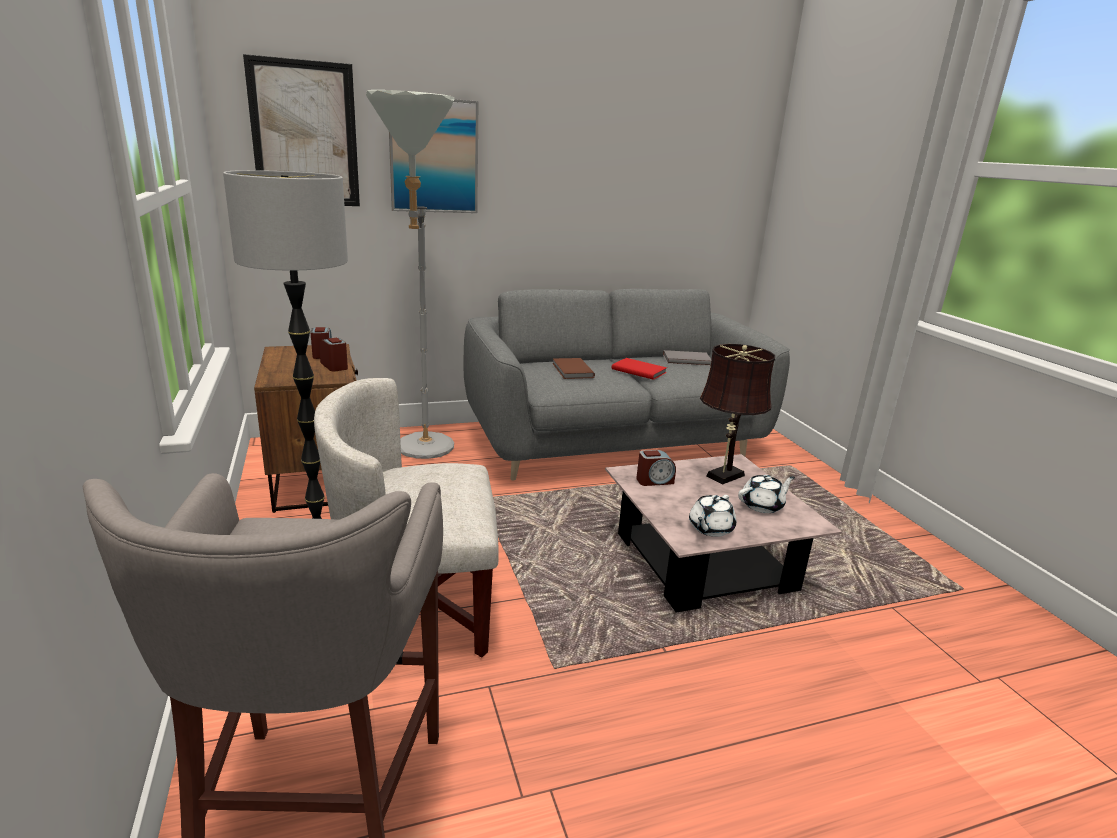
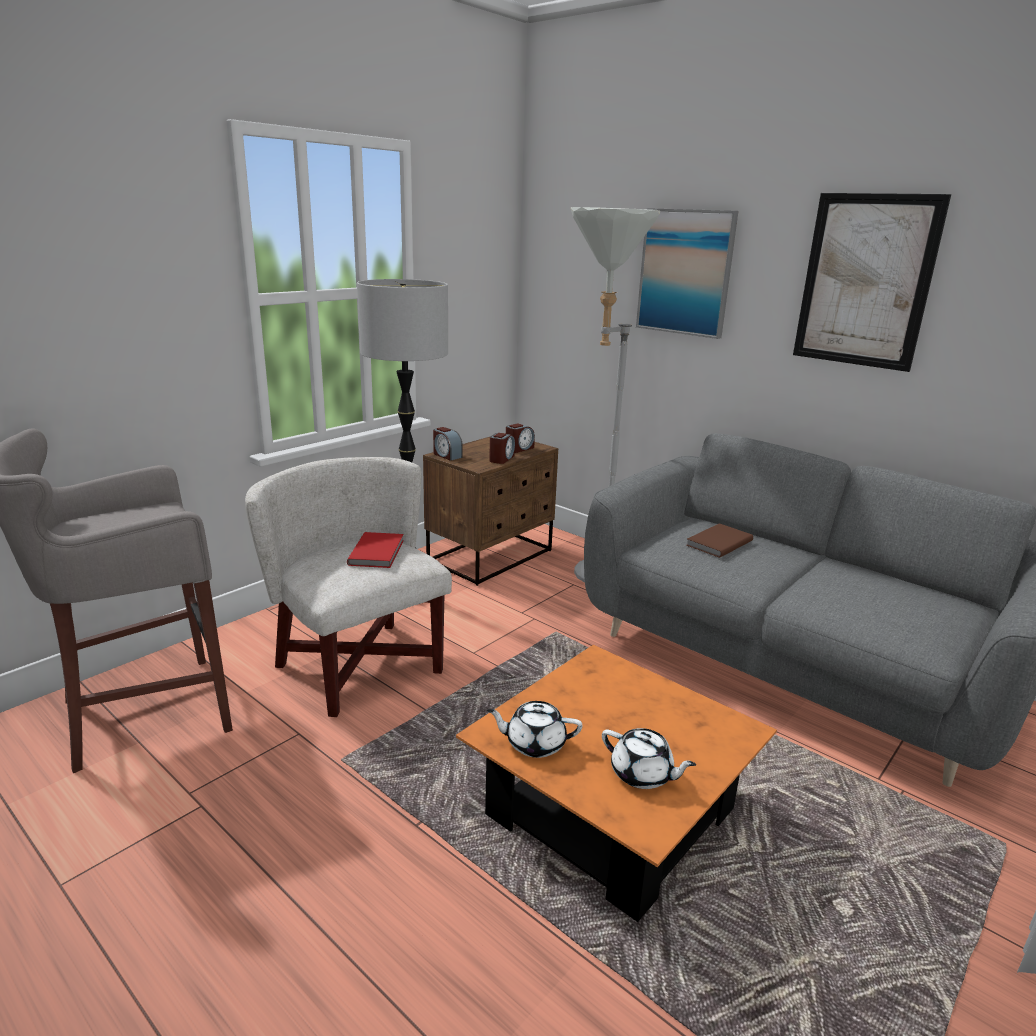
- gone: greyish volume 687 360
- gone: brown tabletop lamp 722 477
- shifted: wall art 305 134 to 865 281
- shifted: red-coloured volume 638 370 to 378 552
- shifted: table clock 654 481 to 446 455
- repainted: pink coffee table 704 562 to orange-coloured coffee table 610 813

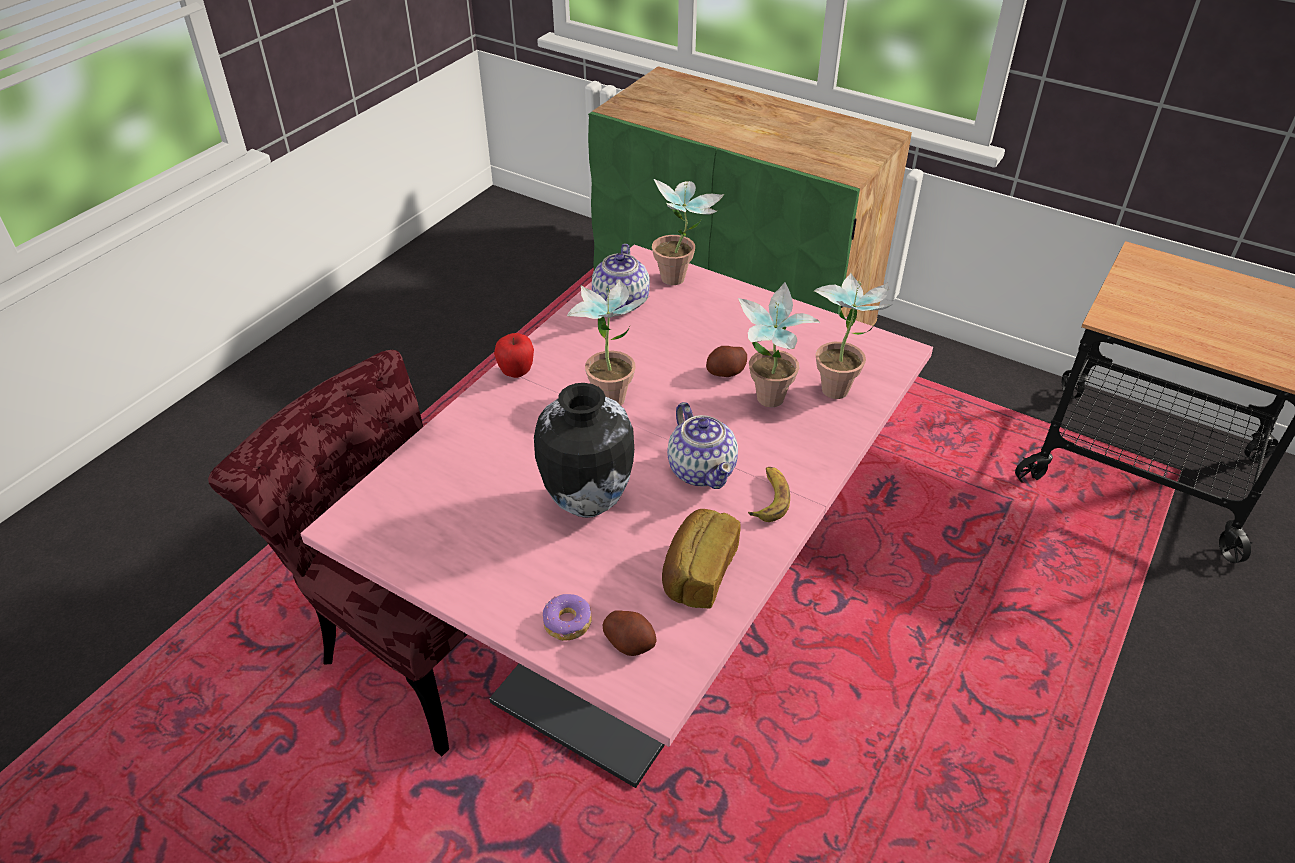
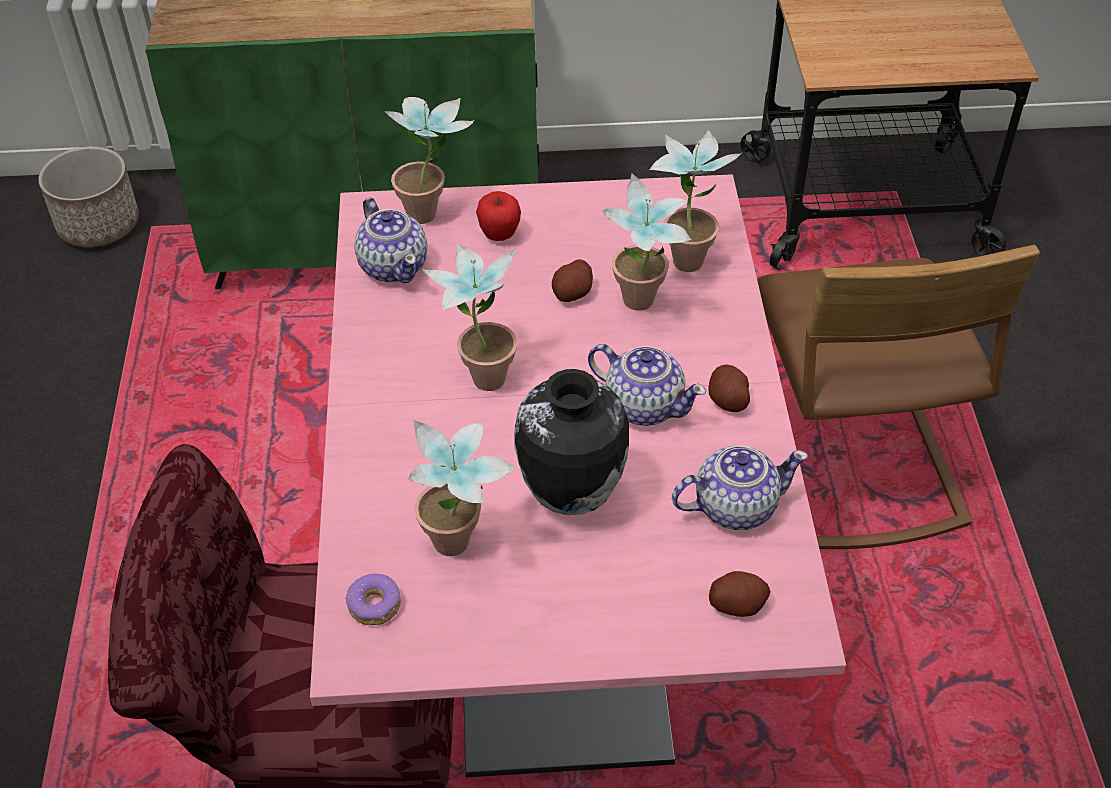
- new: plant pot 99 225
- new: houseplant 461 549
- new: brown plain chair 847 458
- shifted: apple fruit 516 372 to 499 235
- shifted: doughnut 567 623 to 374 606
- swapped: bakery bread 698 573 to tea pot 734 506
- swapped: banana 769 498 to potato 728 400

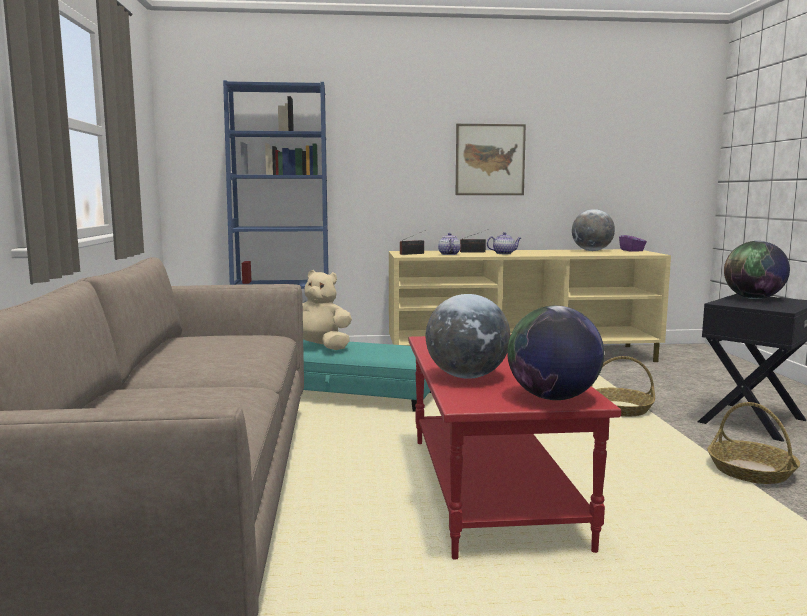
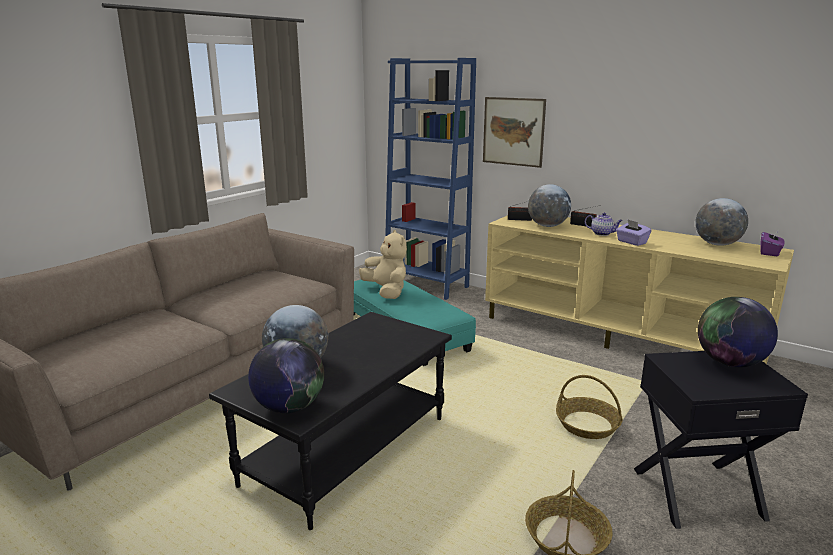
- new: purple box of tissues 631 242
- shifted: wall art 490 160 to 513 131
- swapped: tea pot 448 254 to world globe 547 226
- repainted: red-coloured coffee table 488 489 to black-coloured coffee table 346 450

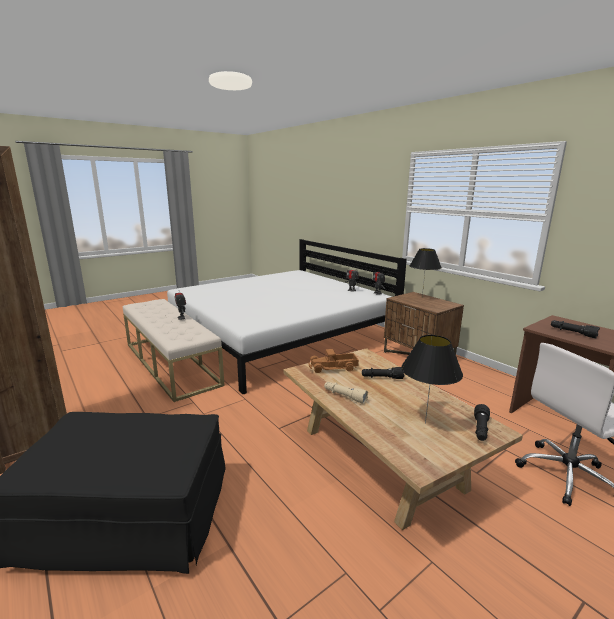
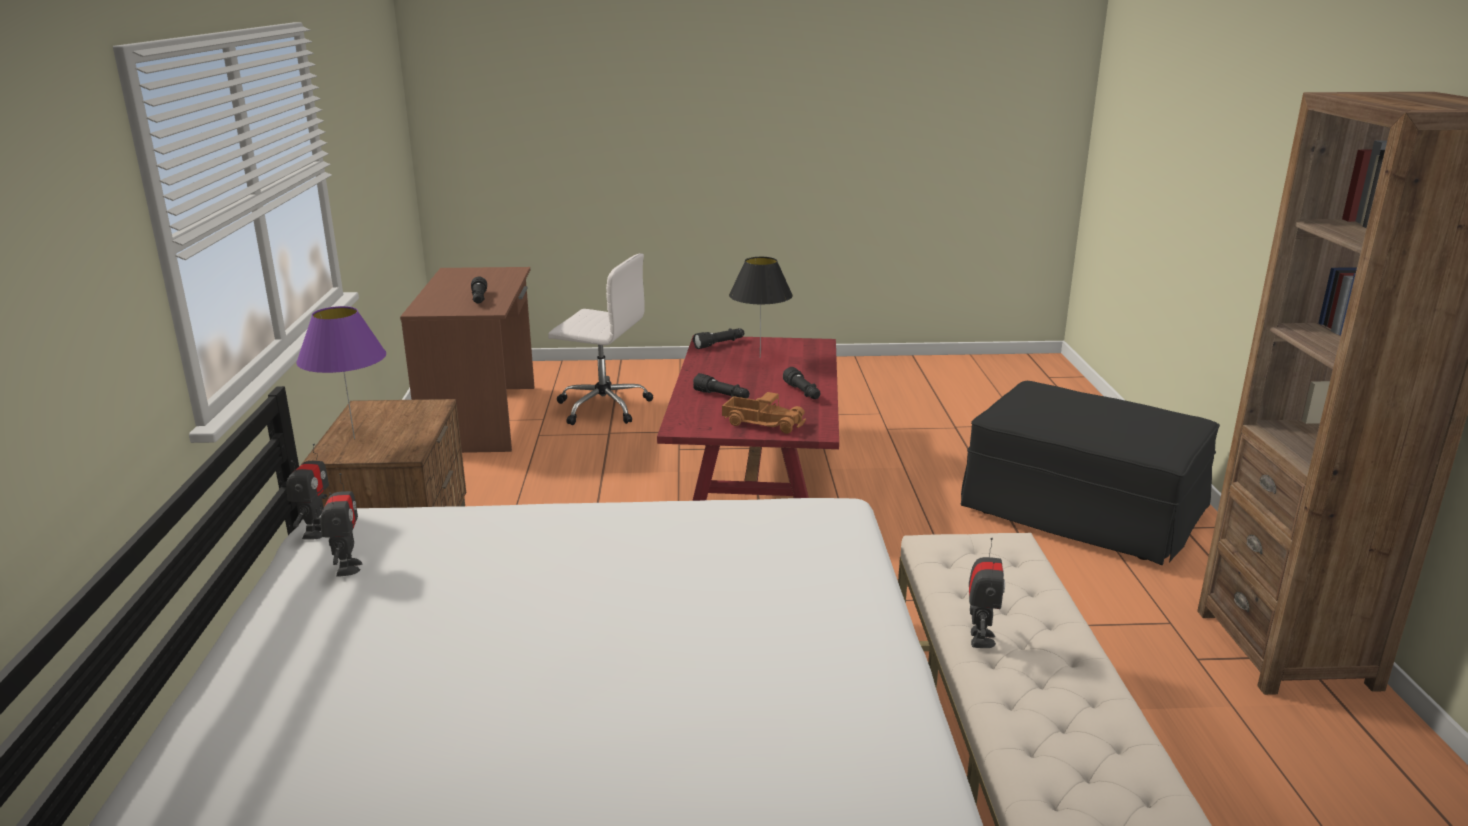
- repainted: beige coffee table 380 457 to red-coloured coffee table 756 468
- repainted: beige hand torch 344 396 to black-coloured hand torch 802 392
- repainted: black-coloured tabletop lamp 422 297 to purple tabletop lamp 354 438

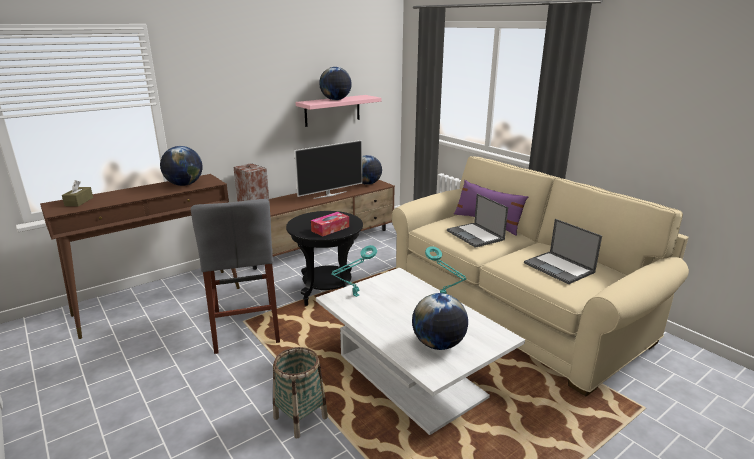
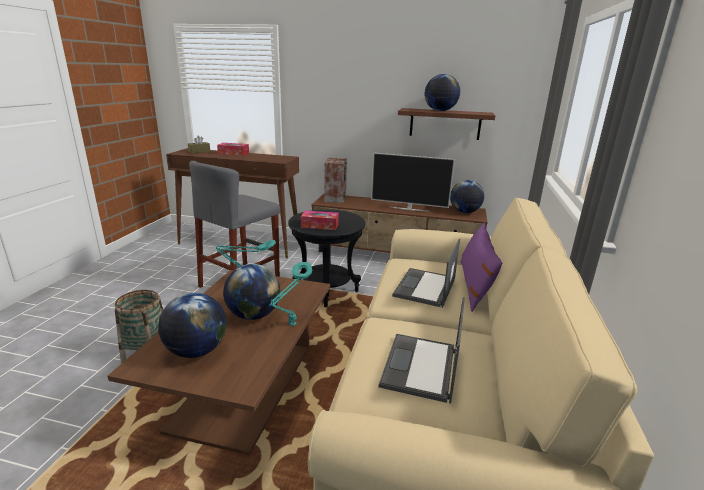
- new: box of tissues 233 153
- shifted: world globe 184 184 to 253 315
- repainted: pink wall shelf 332 110 to brown wall shelf 445 124
- repainted: white-coloured coffee table 411 376 to brown coffee table 245 386

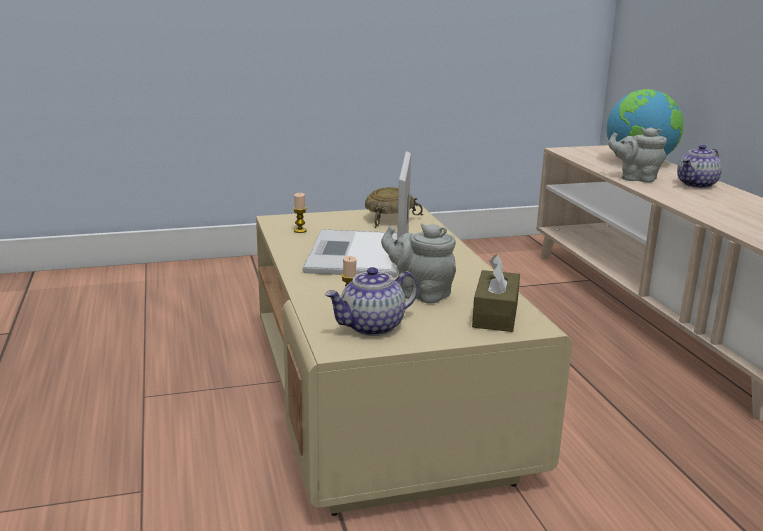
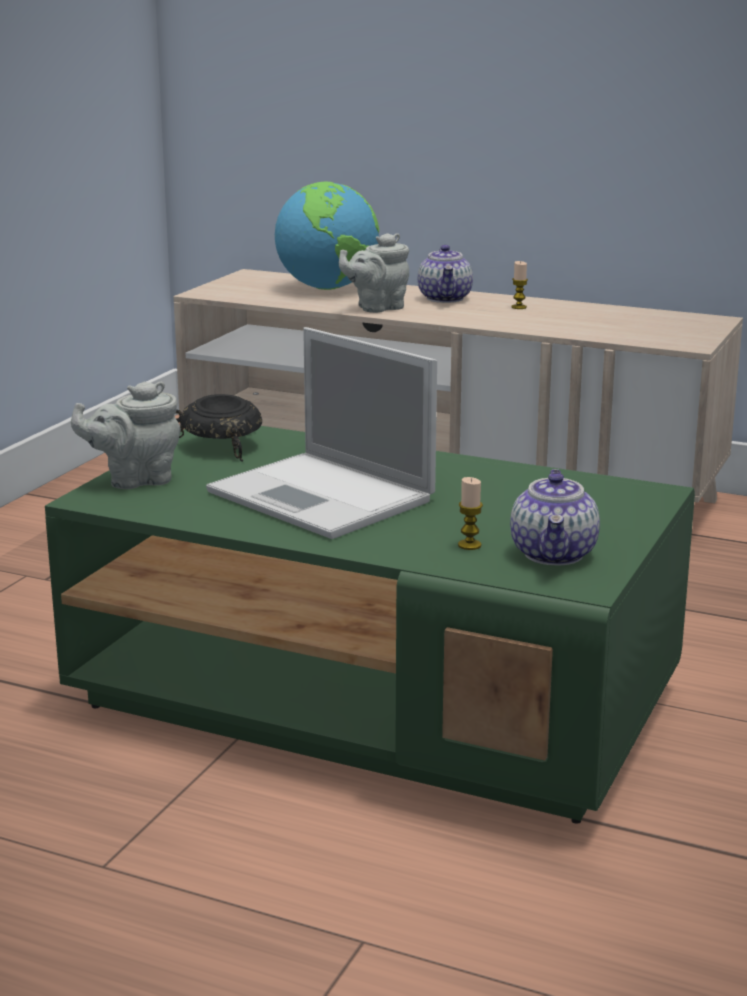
- gone: brown box of tissues 495 314
- shifted: wax light 300 231 to 519 307
- shifted: greyish tea pot 420 294 to 135 480
- repainted: beige coffee table 381 398 to green-coloured coffee table 377 700
- repainted: beige bowl 389 218 to black-coloured bowl 220 445

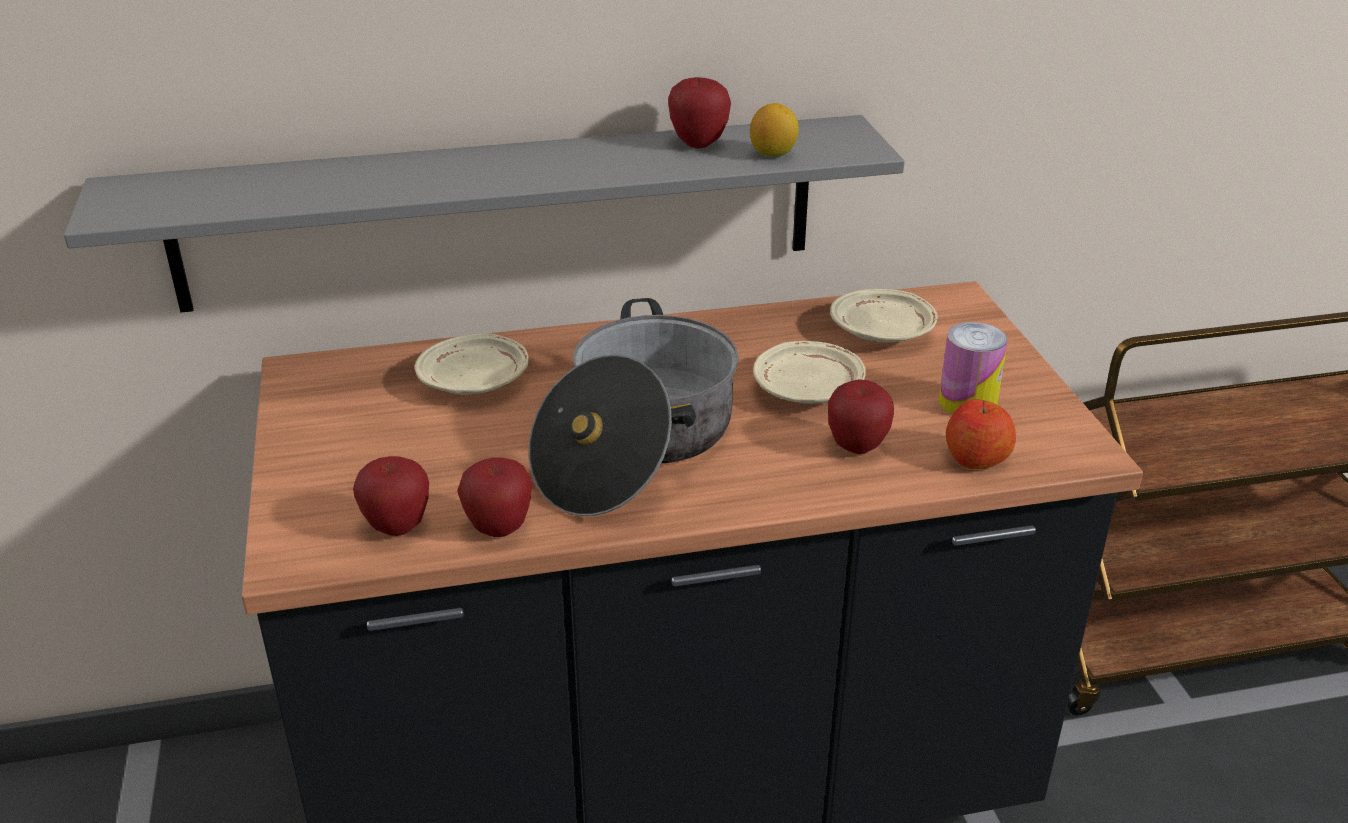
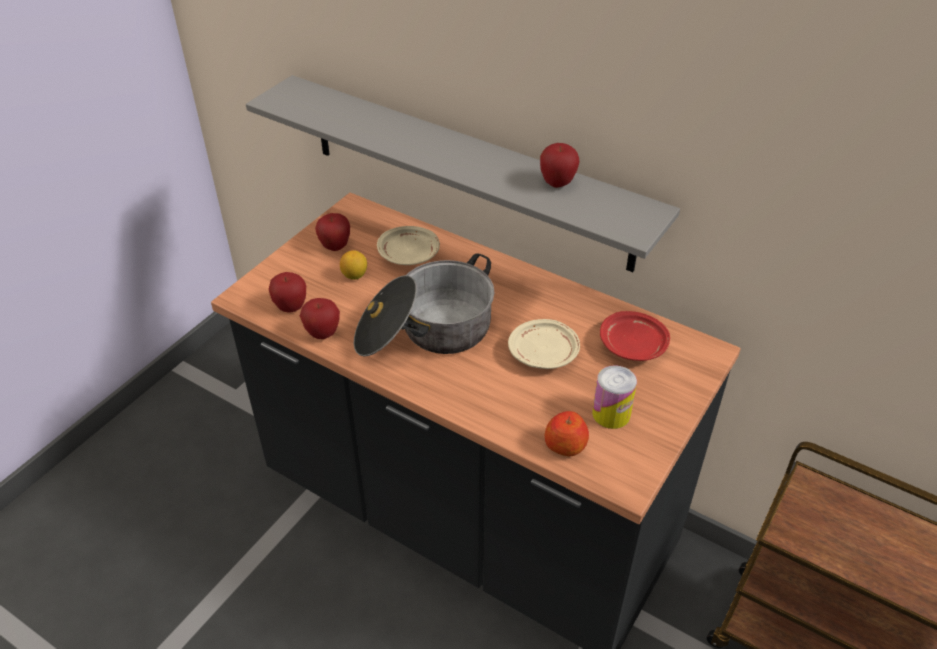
- shifted: whole lemon 773 154 to 355 275
- shifted: apple fruit 857 447 to 335 246
- repainted: beige dinner plate 883 332 to red-coloured dinner plate 633 346

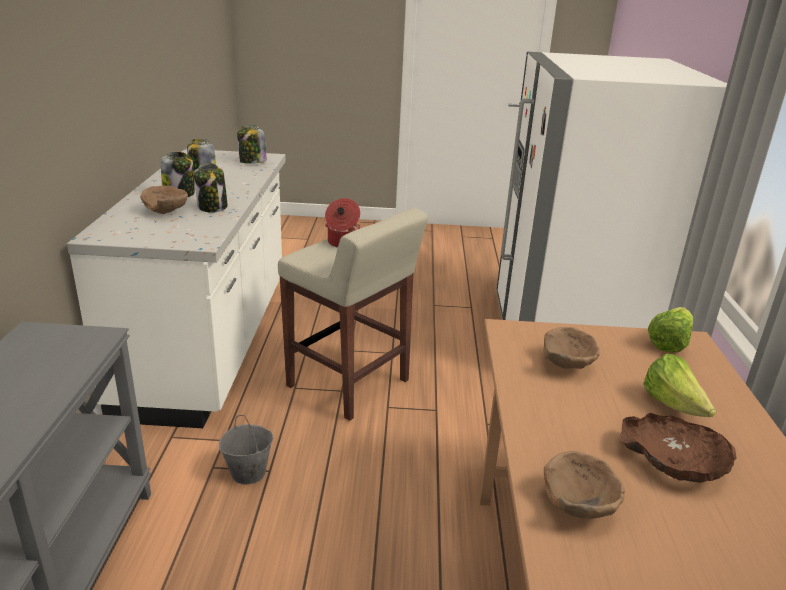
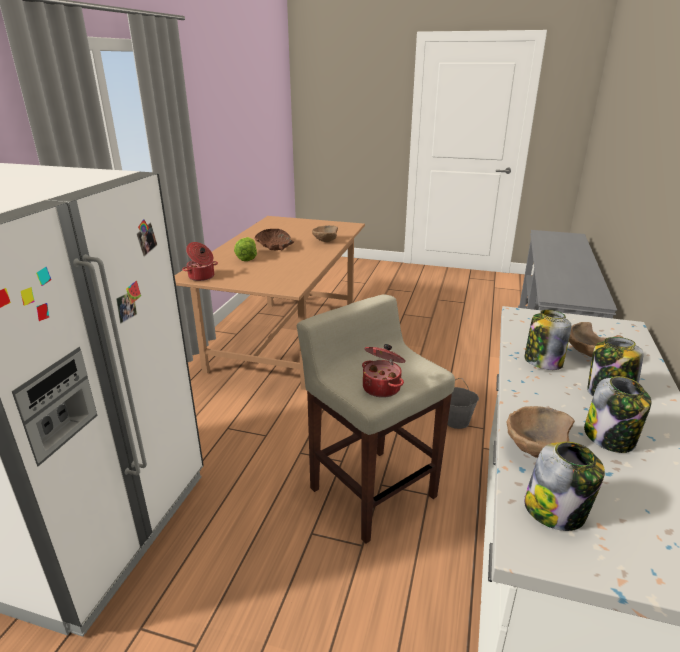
- shifted: brown bowl 567 366 to 535 450
- swapped: lettuce 668 343 to cooking pot 202 277

